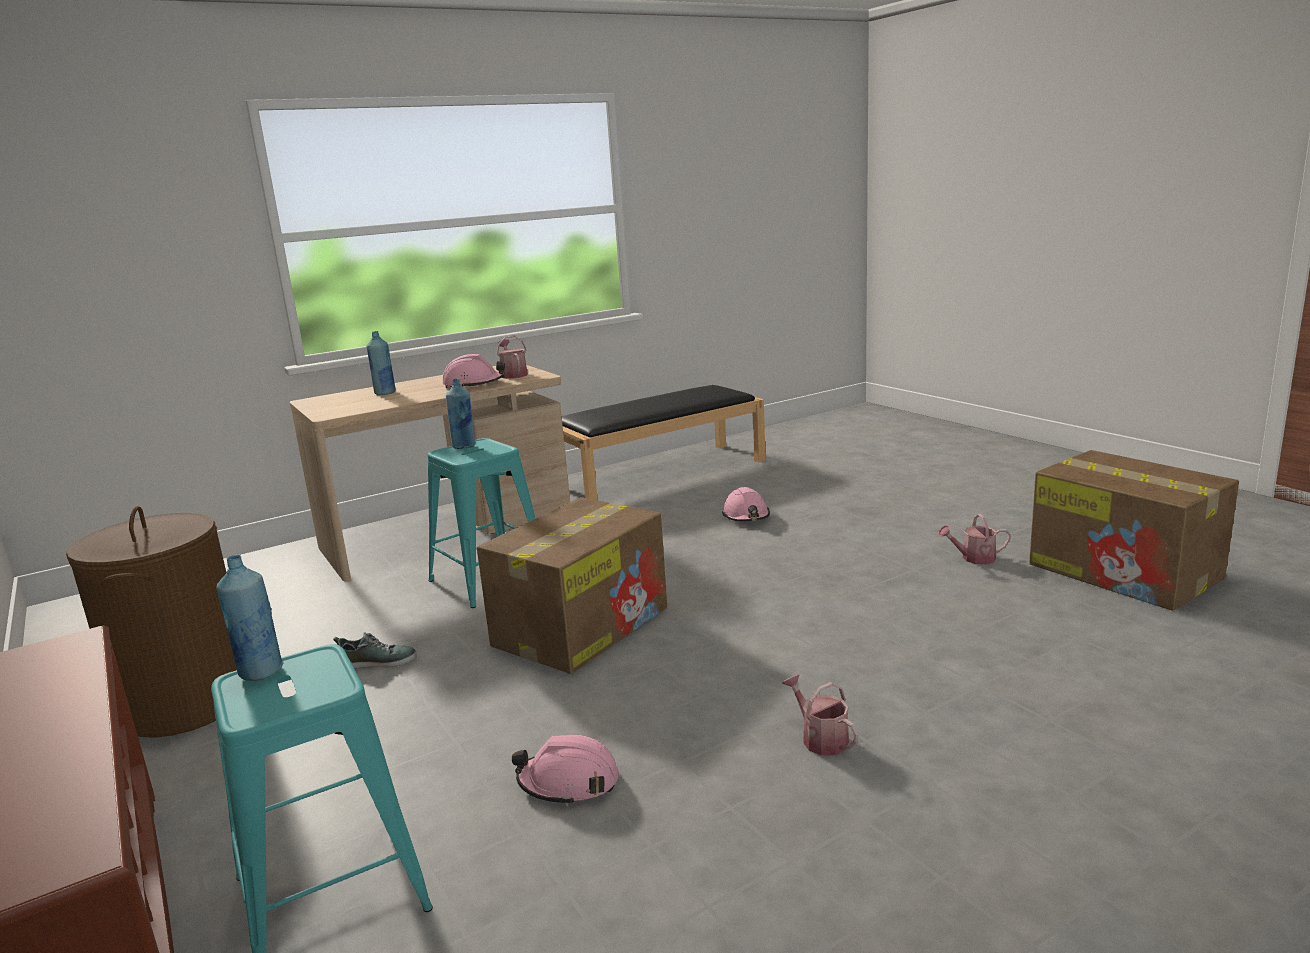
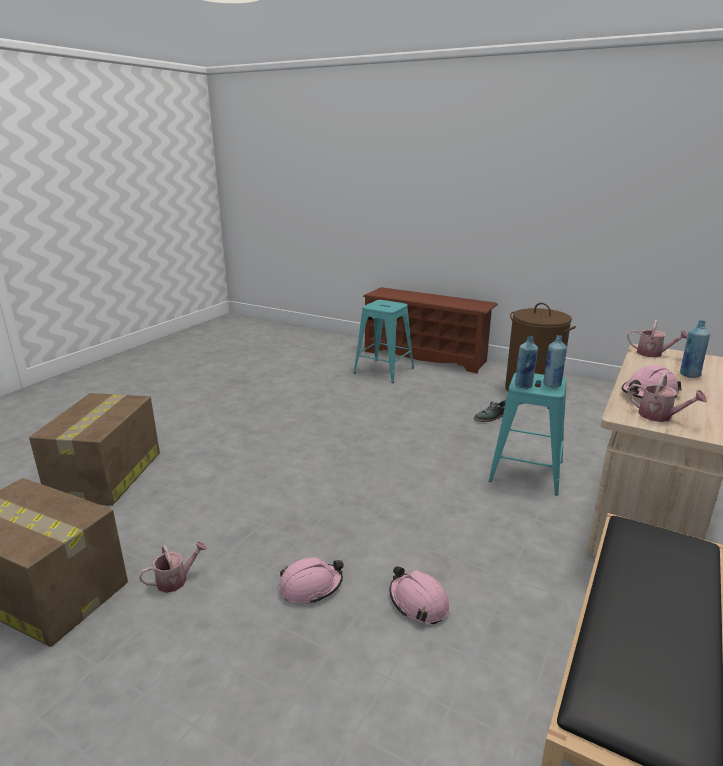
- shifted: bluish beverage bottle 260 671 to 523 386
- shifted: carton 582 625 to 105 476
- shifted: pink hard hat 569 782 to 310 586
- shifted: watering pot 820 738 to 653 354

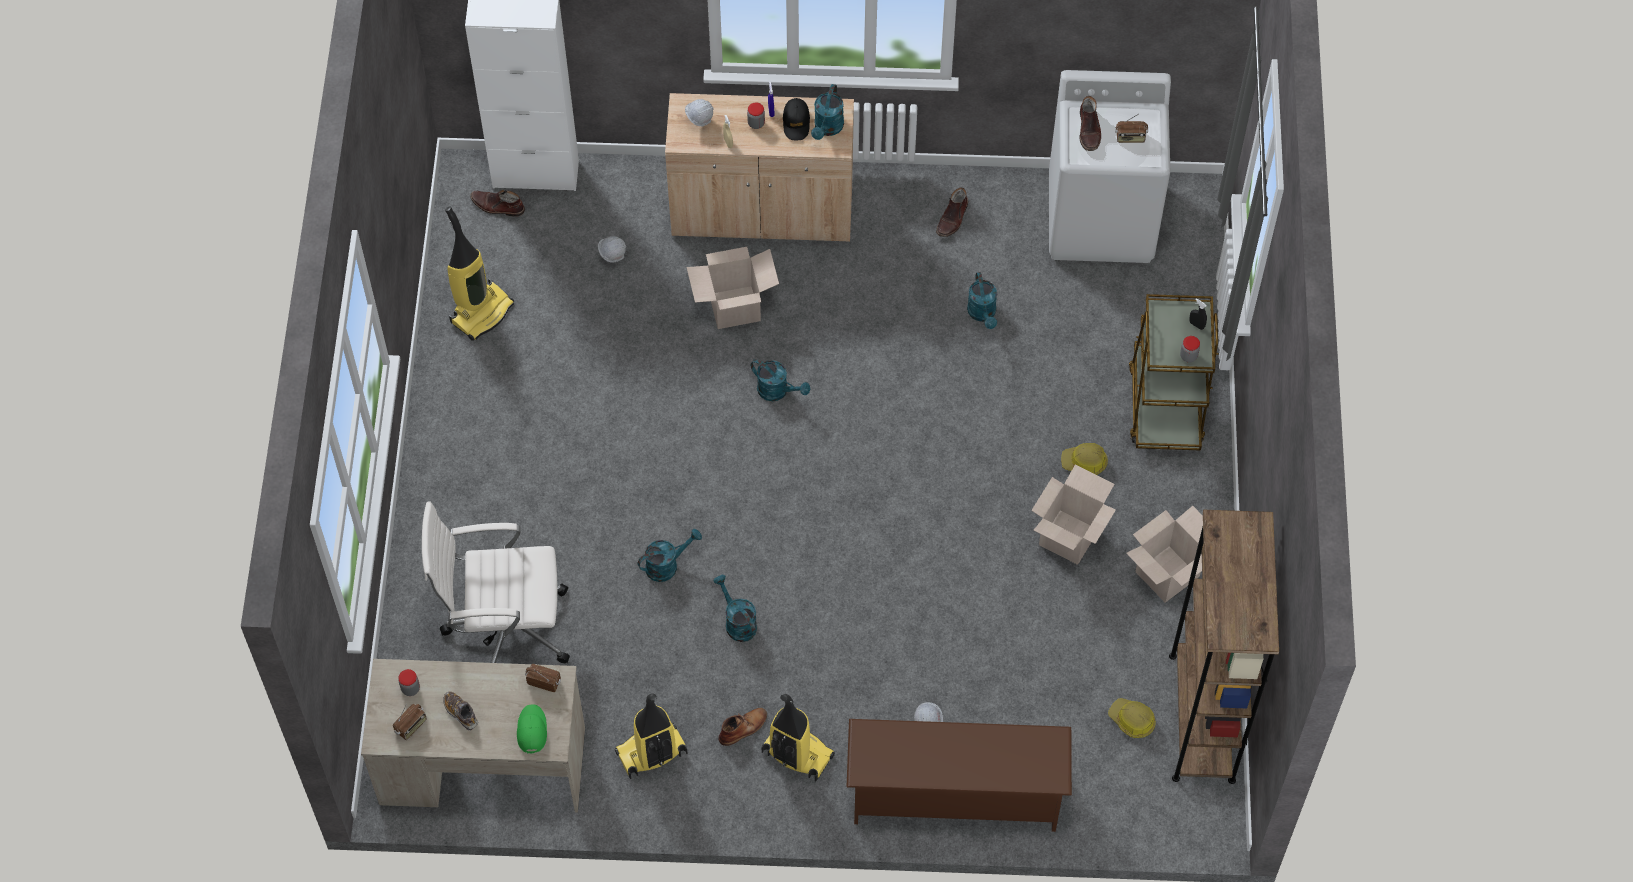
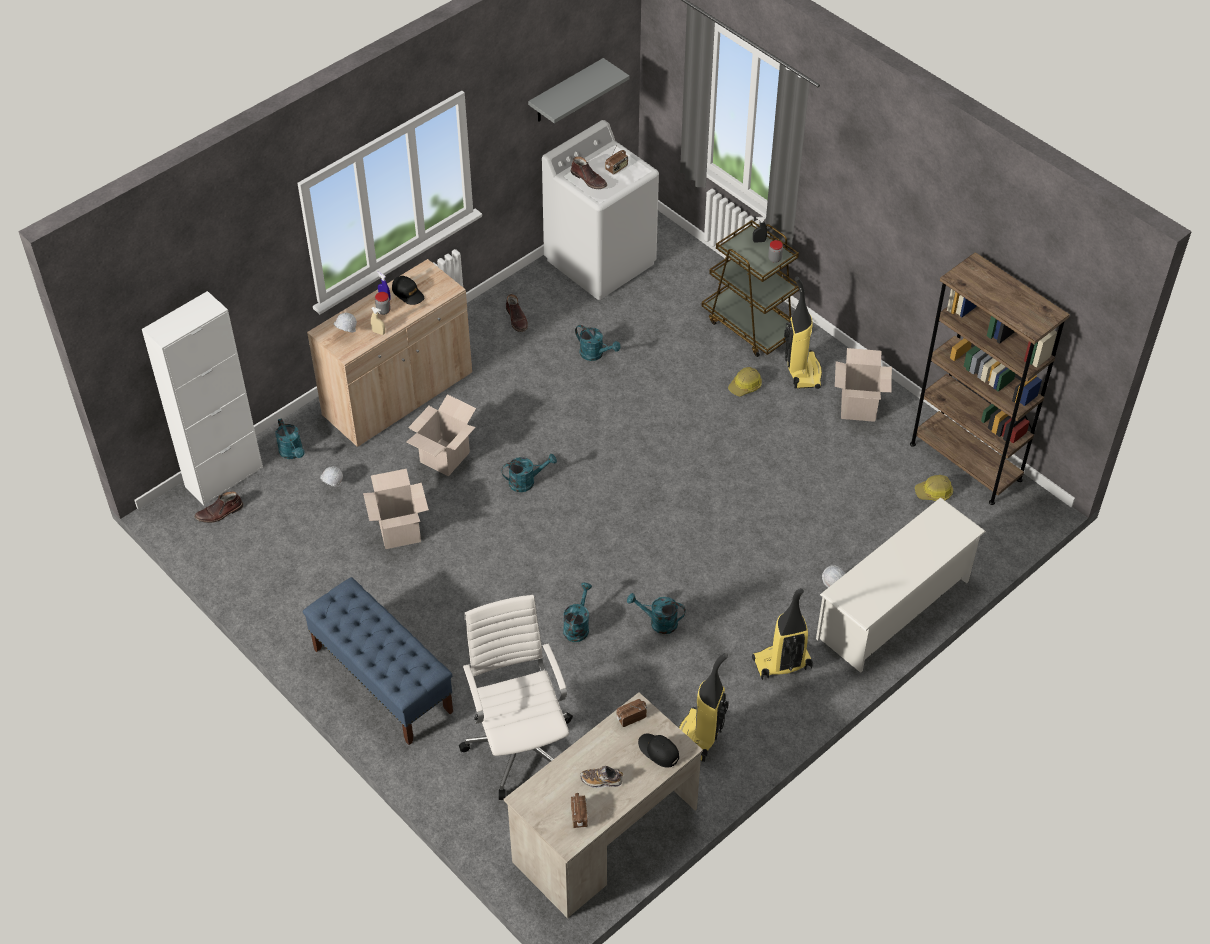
- gone: preserve jar 410 689
- gone: brown tall boot 743 727
- new: bluish indoor bench 382 680
- new: greyish wall shelf 566 91
- shifted: vacuum cleaner 481 312 to 802 371
- shifted: turquoise-coloured watering pot 827 128 to 293 453
- shifted: carton 1069 537 to 399 531
- repainted: green-coloured cap 531 730 to black-coloured cap 658 751
- repainted: brown shoe shelf 954 795 to white-coloured shoe shelf 894 609
- rotated: white-coloured desk chair 505 628 = 520 744 120 degrees clockwise

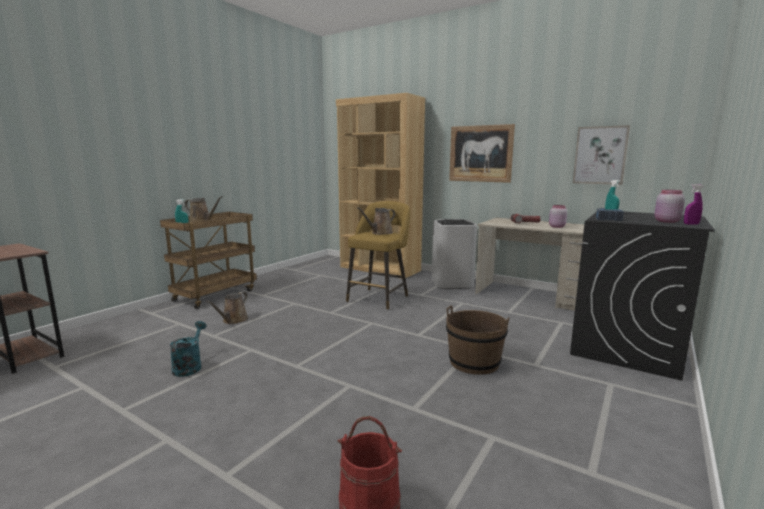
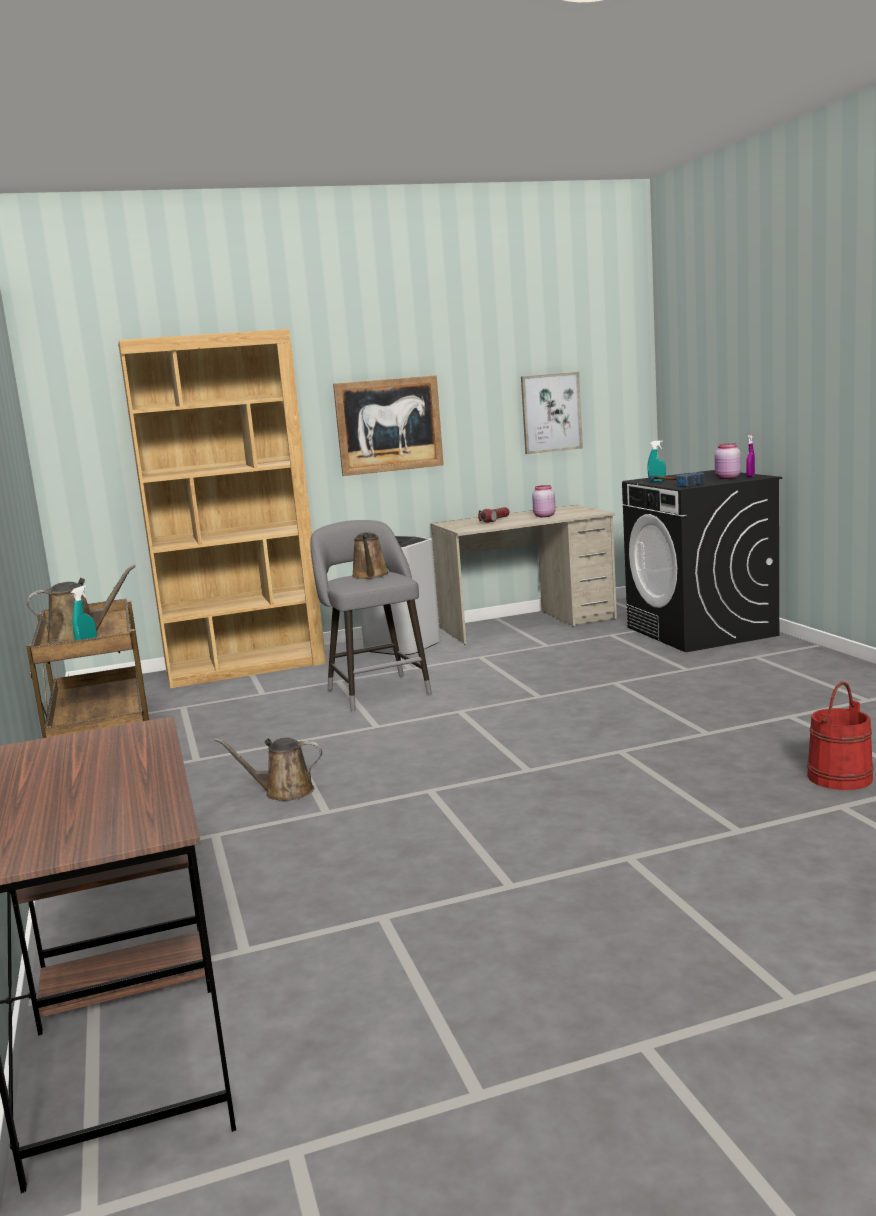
- gone: turquoise-coloured watering pot 189 366
- gone: brown bucket 474 362
- repainted: yellow-coloured sitting stool 379 298 to greyish sitting stool 376 691
- rotated: brown watering pot 233 320 = 284 792 120 degrees clockwise

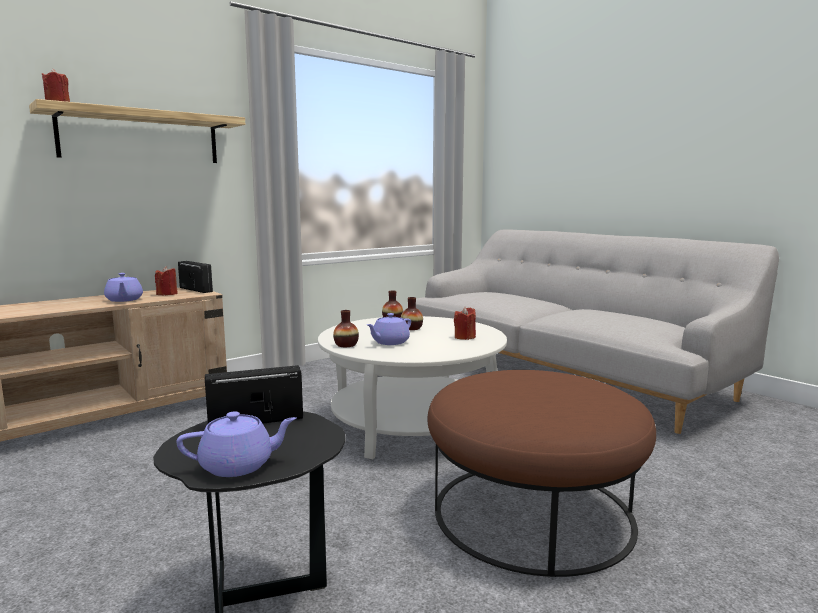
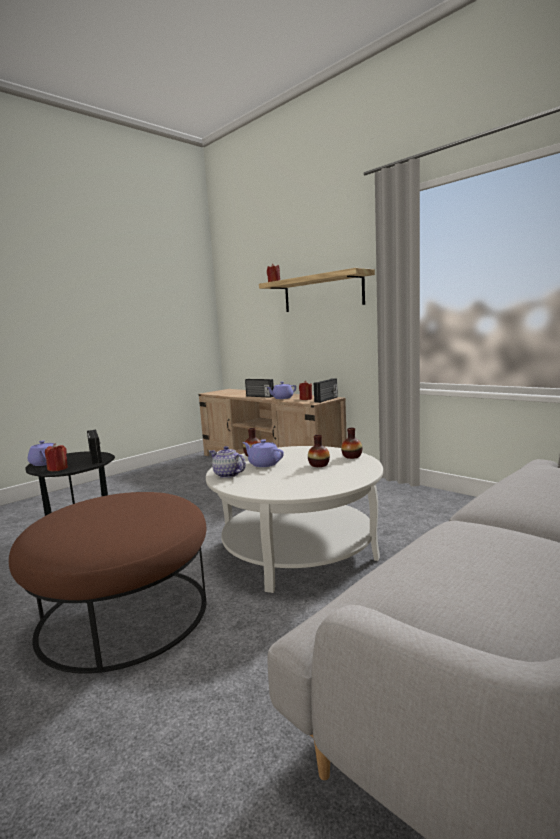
- new: tea pot 227 475
- new: radio receiver 259 396
- shifted: red-coloured wax light 465 337 to 58 469

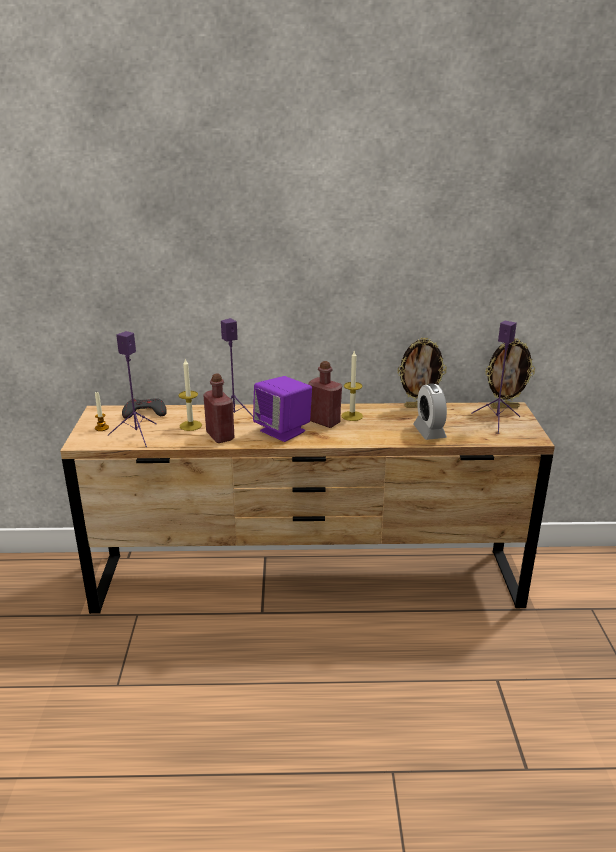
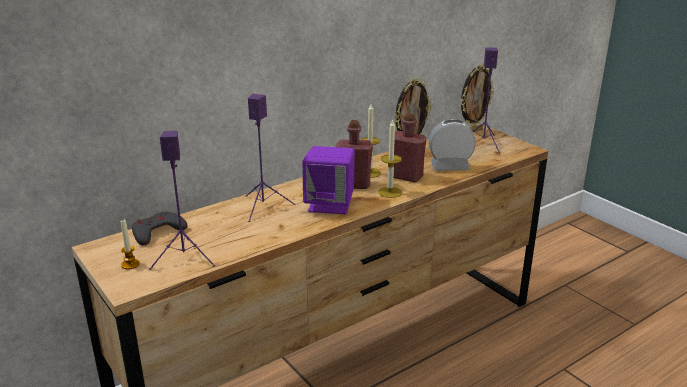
- shifted: wax light 190 425 to 390 192
- shifted: red-coloured beverage bottle 220 436 to 406 177
- rotated: table clock 429 432 = 450 167 135 degrees clockwise

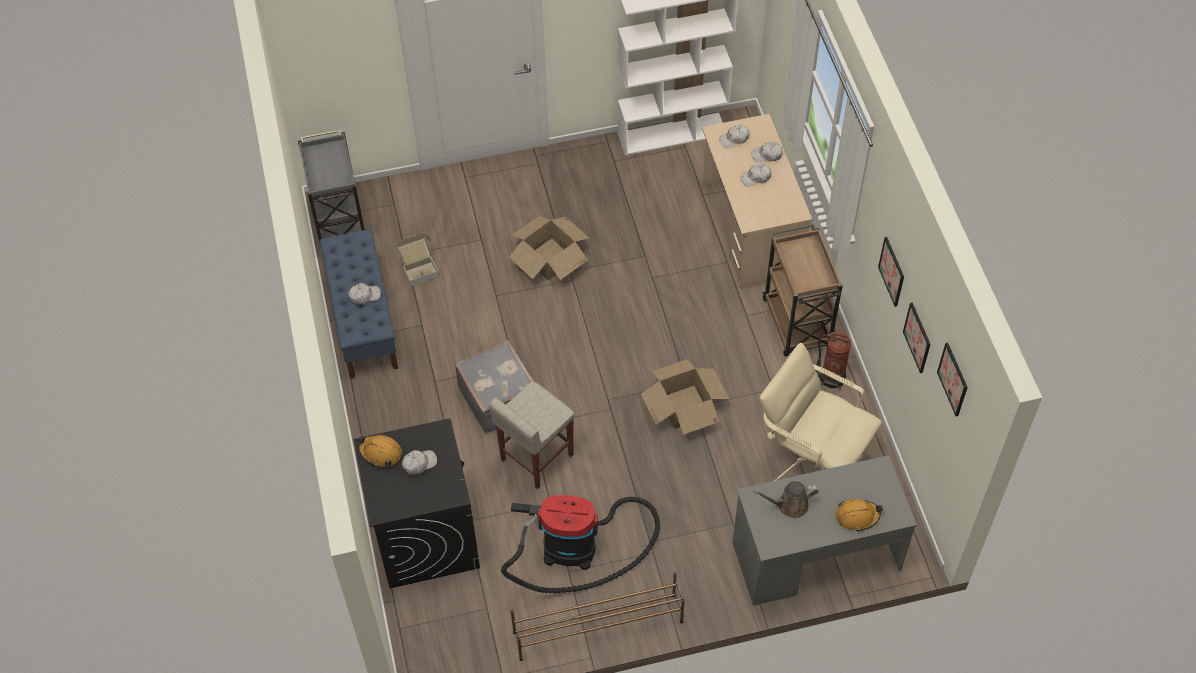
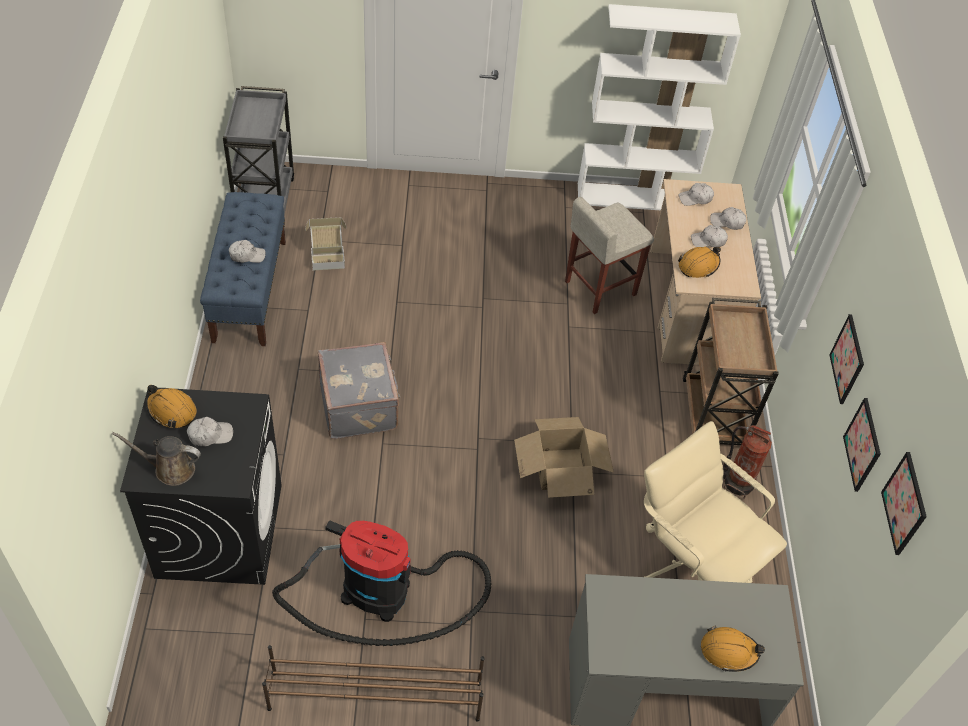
- gone: carton 550 258
- new: orange-coloured hard hat 698 266
- shifted: beige sitting stool 536 458 to 599 288
- shifted: brown watering pot 789 505 to 170 469

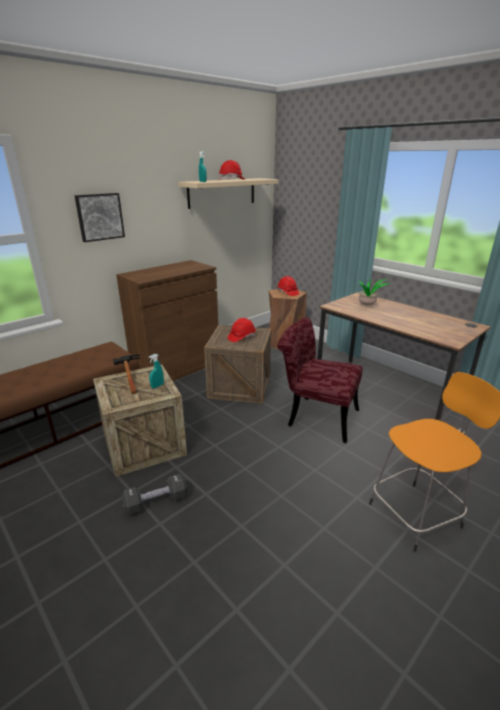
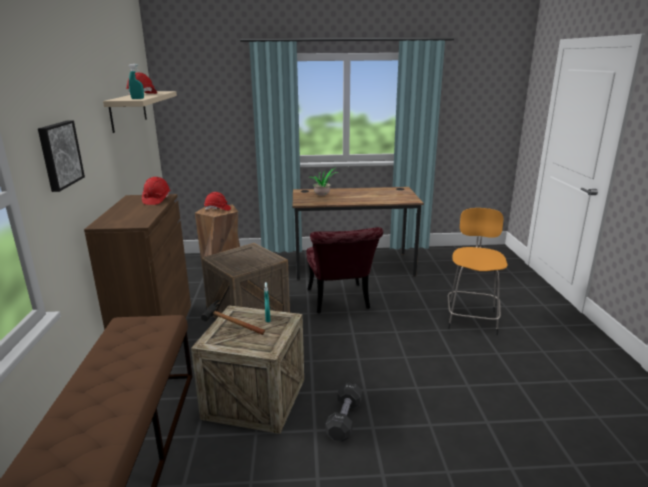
- shifted: red-coloured hard hat 241 337 to 156 200
- rotated: red-coloured plain chair 315 416 = 340 302 75 degrees counterclockwise

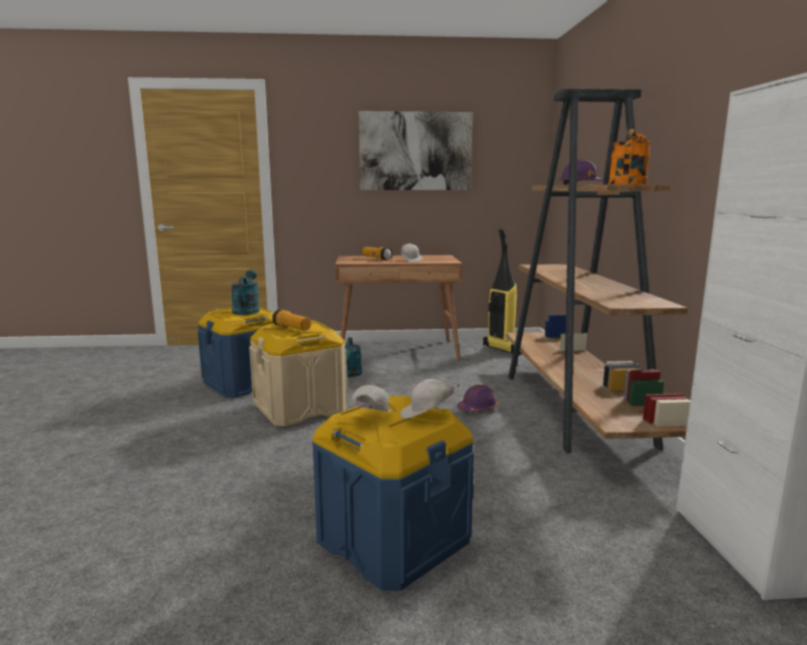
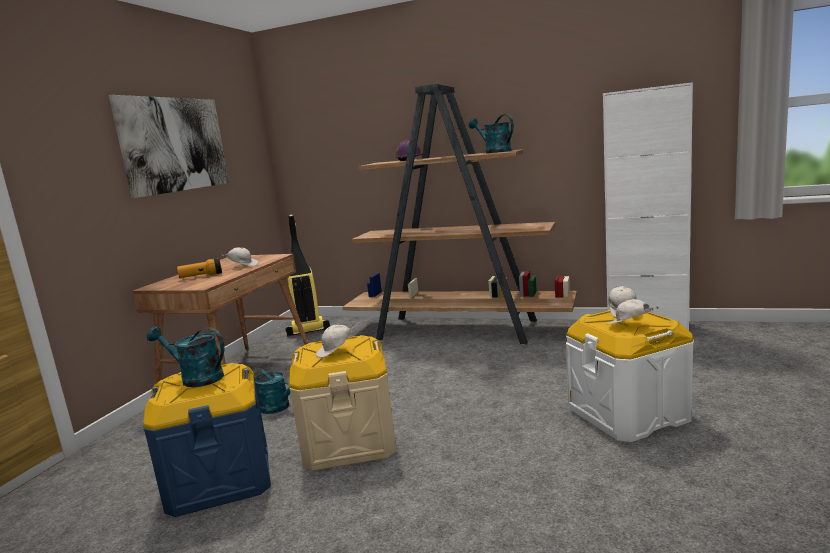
- gone: purple hard hat 477 408
- swapped: hand torch 292 329 to white-coloured cap 335 352
- repainted: bluish storage bin 393 540 to white-coloured storage bin 628 413
- repainted: orange-coloured watering pot 628 184 to turquoise-coloured watering pot 494 152

